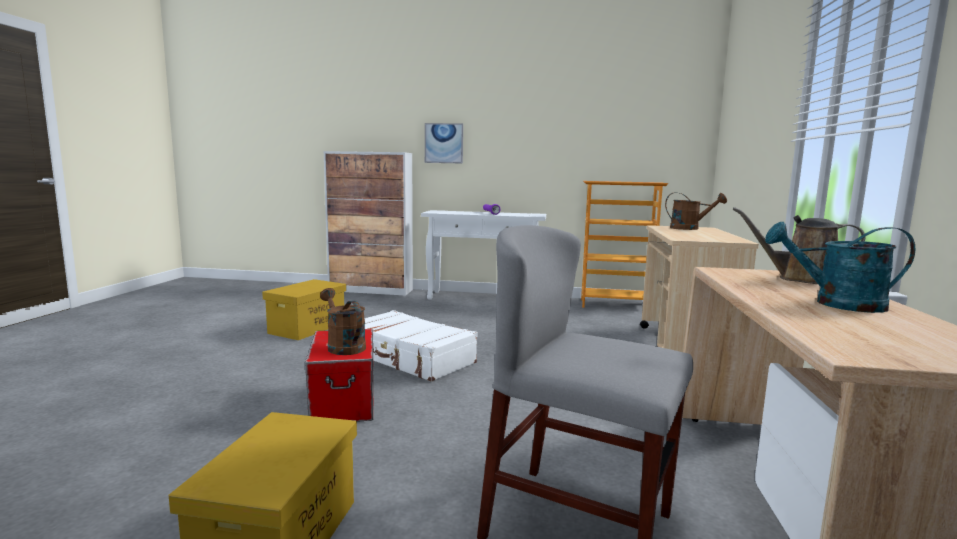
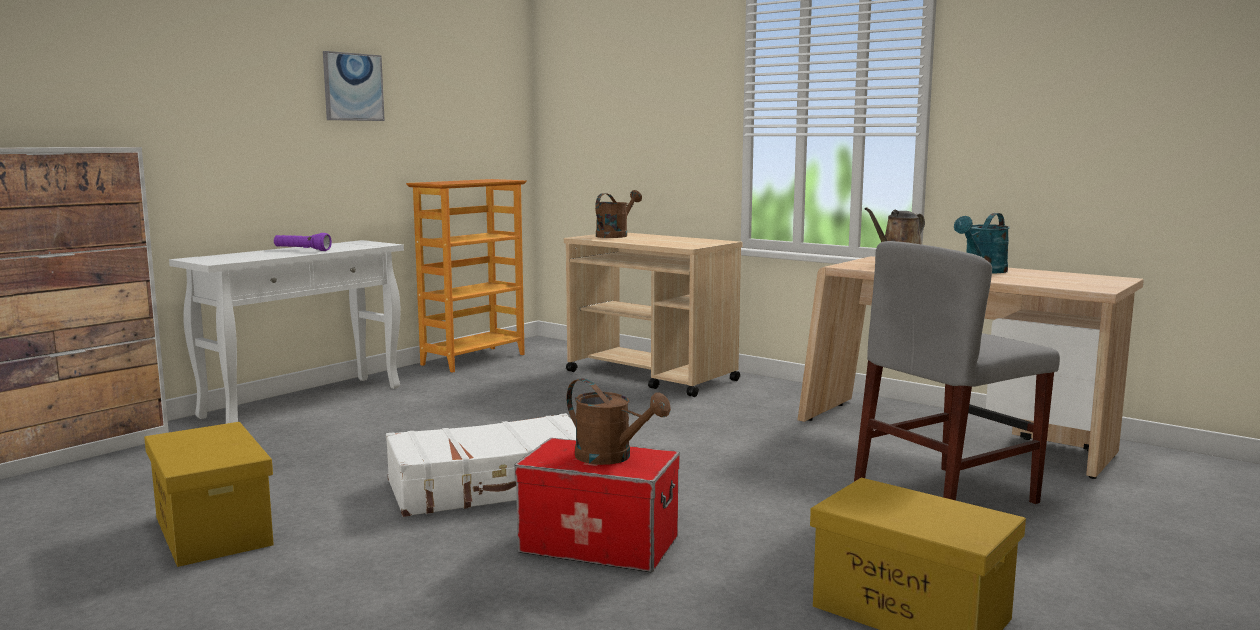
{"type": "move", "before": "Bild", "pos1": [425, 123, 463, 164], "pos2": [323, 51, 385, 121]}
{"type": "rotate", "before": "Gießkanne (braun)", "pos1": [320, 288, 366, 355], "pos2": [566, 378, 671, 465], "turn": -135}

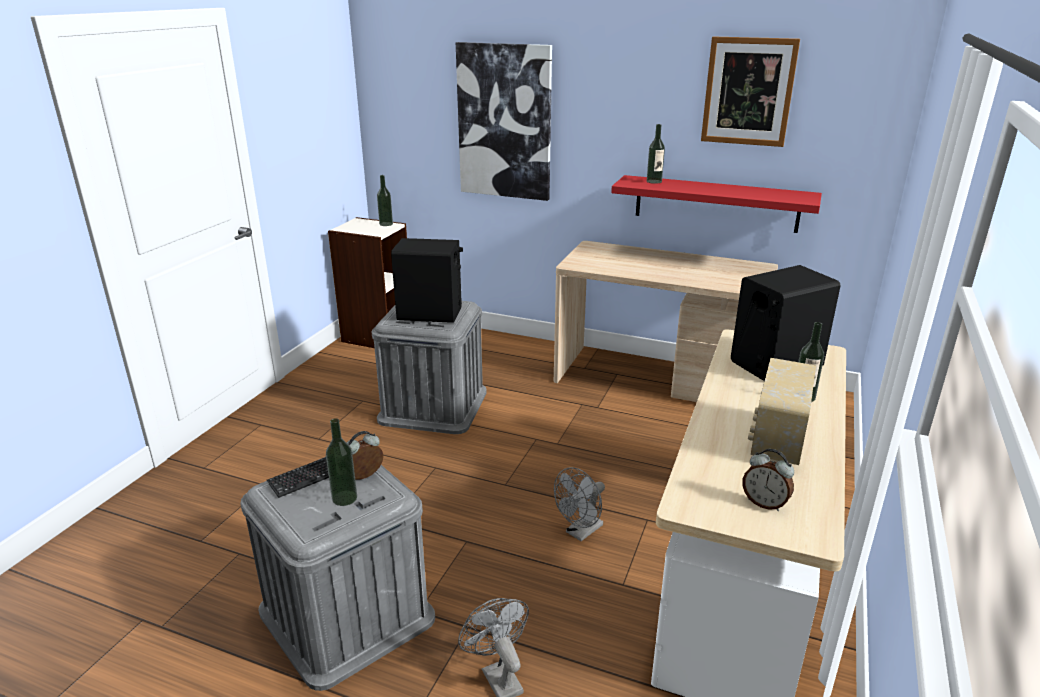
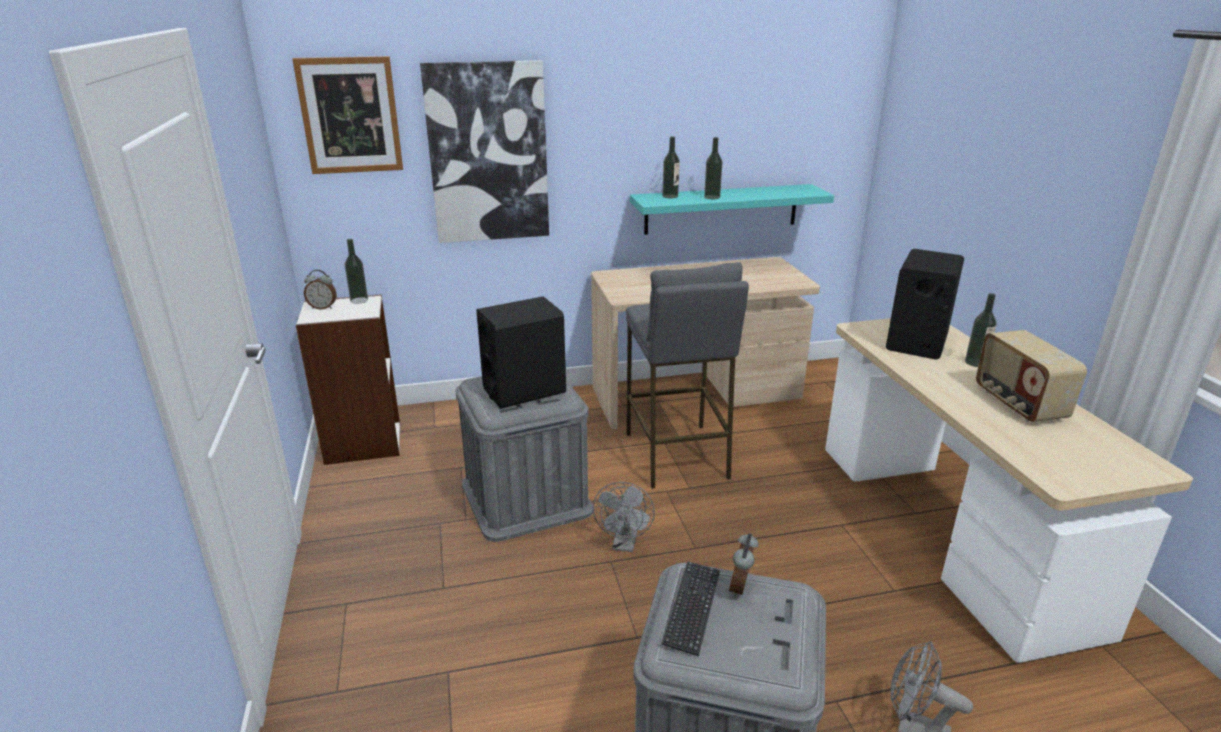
{"type": "move", "before": "Bild", "pos1": [701, 36, 800, 147], "pos2": [292, 56, 403, 174]}
{"type": "move", "before": "Wecker", "pos1": [742, 449, 794, 511], "pos2": [304, 270, 337, 310]}
{"type": "move", "before": "Ventilator (grau)", "pos1": [554, 467, 605, 541], "pos2": [593, 482, 655, 552]}
{"type": "insert", "after": "Hocker (grau)", "pos2": [626, 262, 749, 489]}
{"type": "recolor", "before": "Wandregal (rot)", "after": "Wandregal (türkis)", "pos1": [611, 175, 822, 233], "pos2": [630, 184, 834, 235]}
{"type": "move", "before": "Flasche", "pos1": [326, 418, 357, 506], "pos2": [704, 137, 722, 199]}

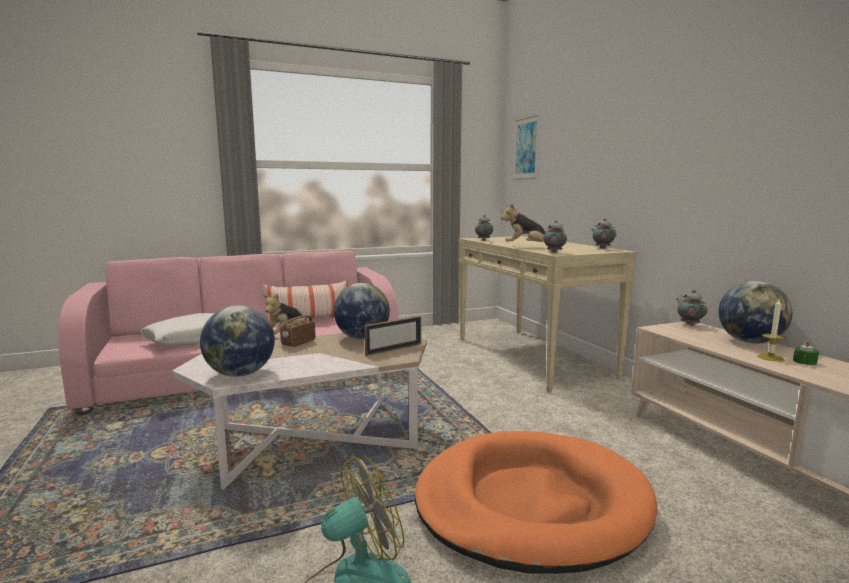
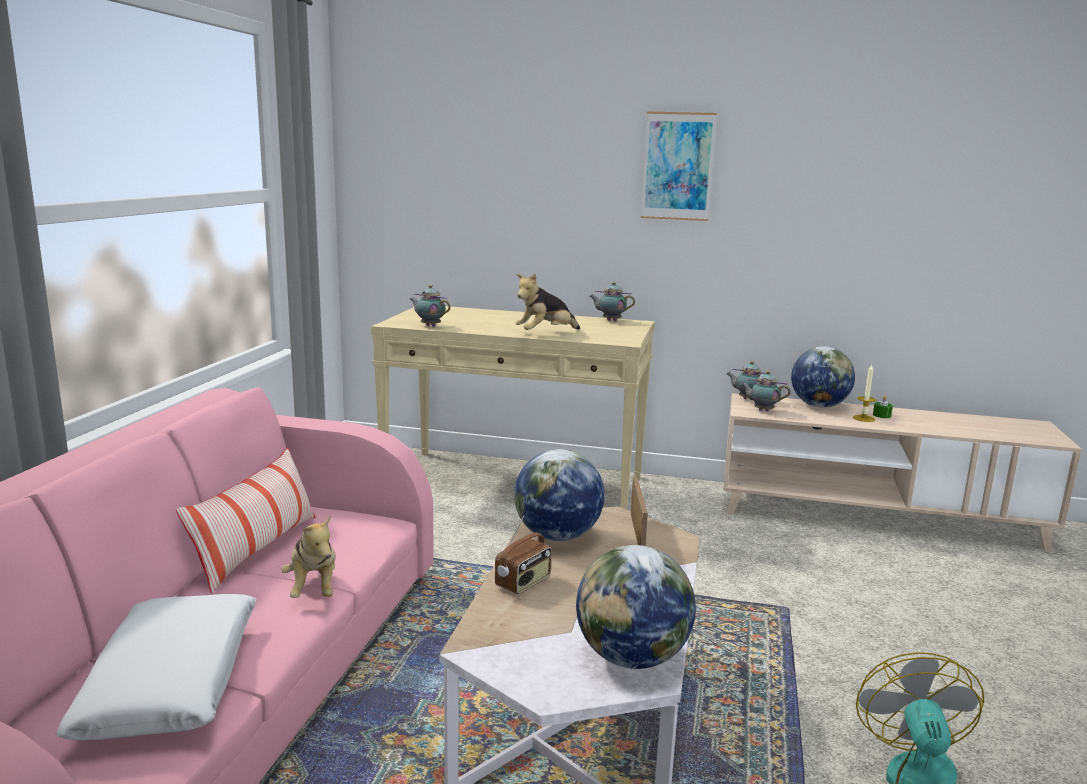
{"type": "rotate", "before": "Radio", "pos1": [280, 308, 316, 347], "pos2": [495, 515, 552, 594], "turn": -120}
{"type": "move", "before": "Bild", "pos1": [513, 115, 539, 180], "pos2": [641, 112, 717, 221]}
{"type": "move", "before": "Teekanne", "pos1": [543, 220, 567, 253], "pos2": [740, 371, 791, 411]}
{"type": "delete", "before": "Hundebett (orange)", "pos1": [415, 431, 657, 574]}

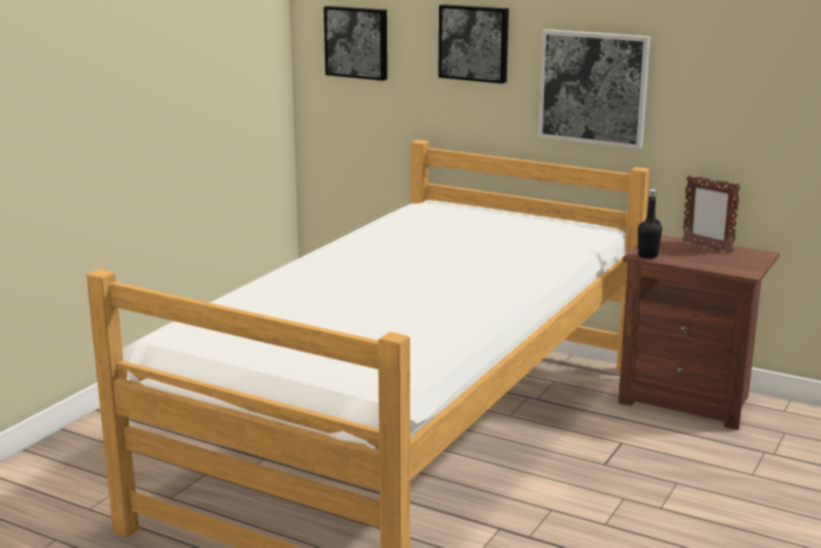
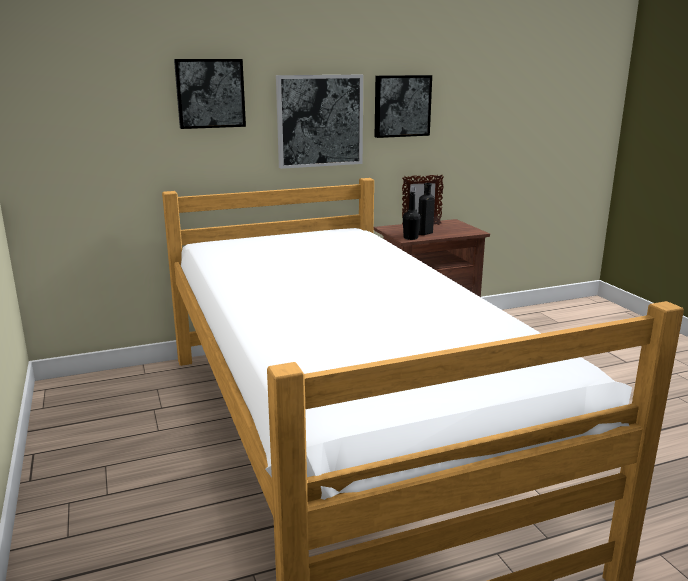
{"type": "move", "before": "Bild", "pos1": [324, 6, 387, 81], "pos2": [375, 75, 432, 138]}
{"type": "insert", "after": "Flasche (schwarz)", "pos2": [418, 183, 435, 235]}

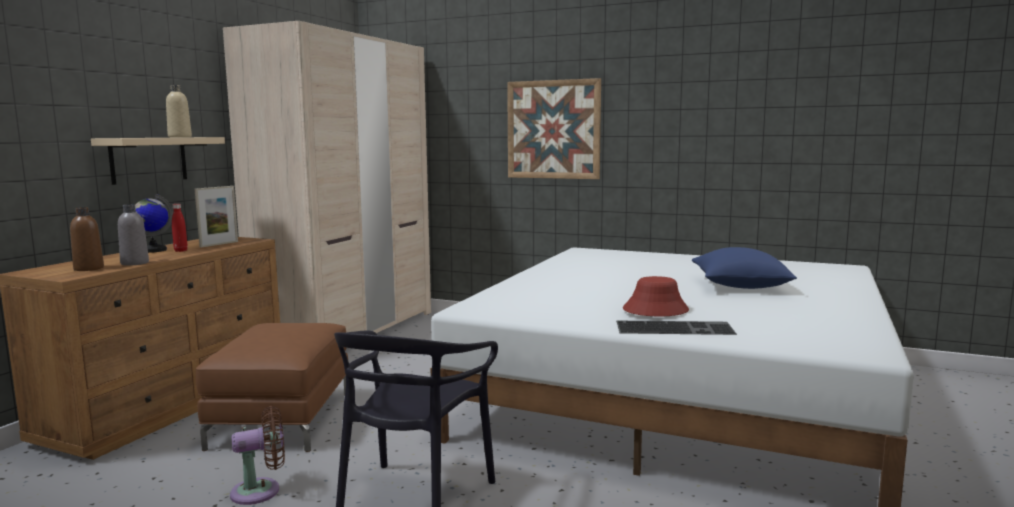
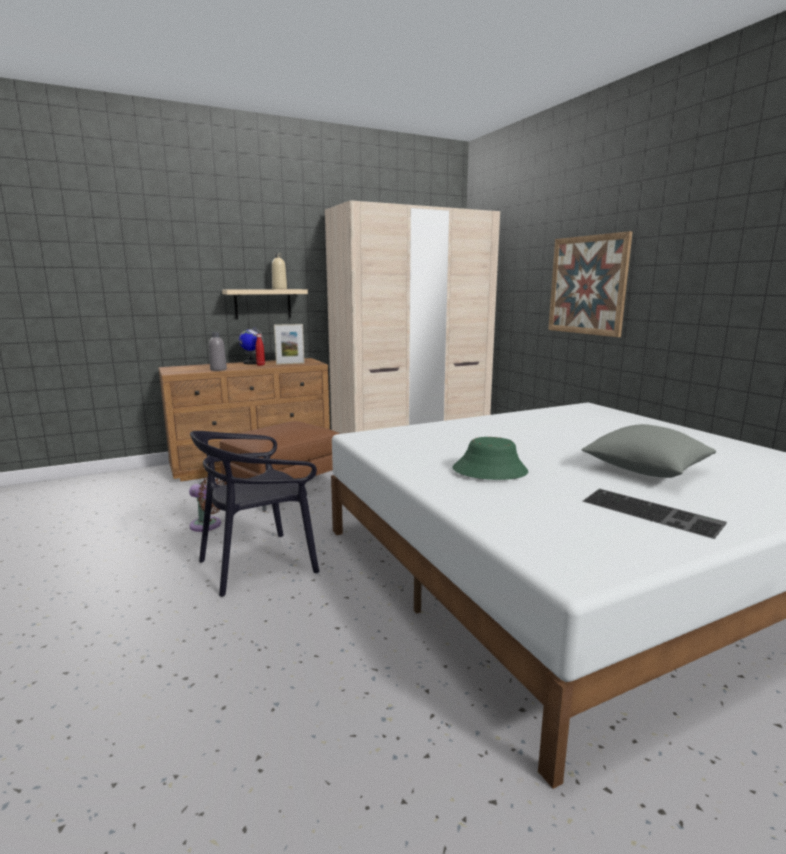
{"type": "recolor", "before": "Hut (rot)", "after": "Hut (grün)", "pos1": [623, 276, 689, 317], "pos2": [453, 437, 528, 480]}
{"type": "recolor", "before": "Kissen (blau)", "after": "Kissen (grau)", "pos1": [692, 247, 797, 289], "pos2": [581, 424, 716, 478]}
{"type": "move", "before": "Tastatur", "pos1": [616, 321, 737, 335], "pos2": [583, 489, 727, 539]}
{"type": "delete", "before": "Flasche (braun)", "pos1": [70, 207, 104, 271]}

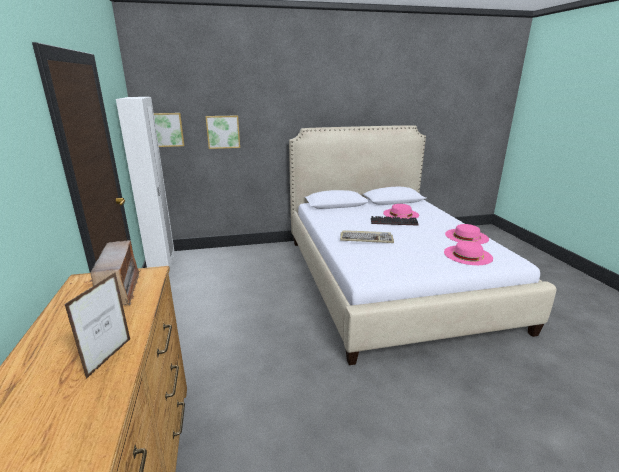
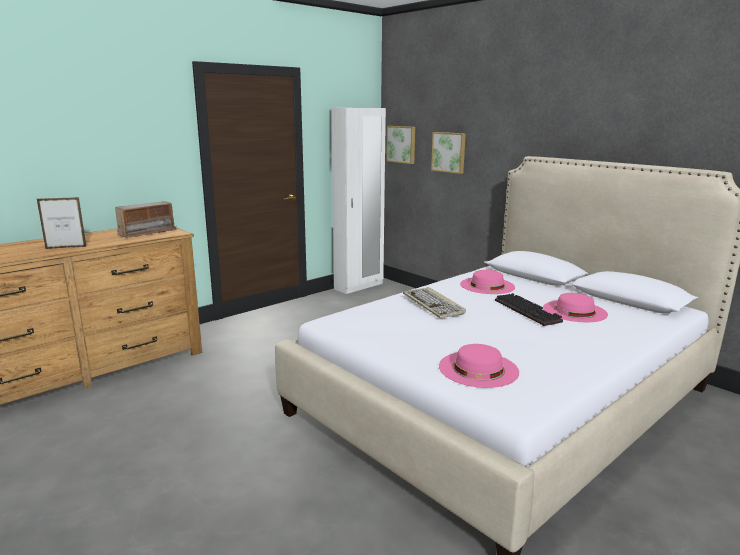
{"type": "move", "before": "Hut (rosa)", "pos1": [445, 224, 489, 244], "pos2": [460, 270, 515, 294]}

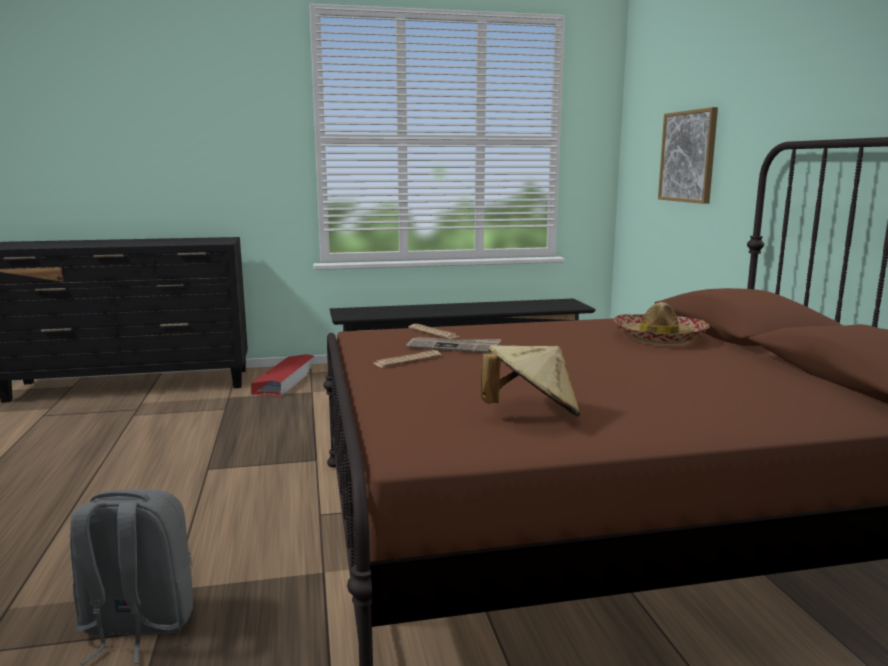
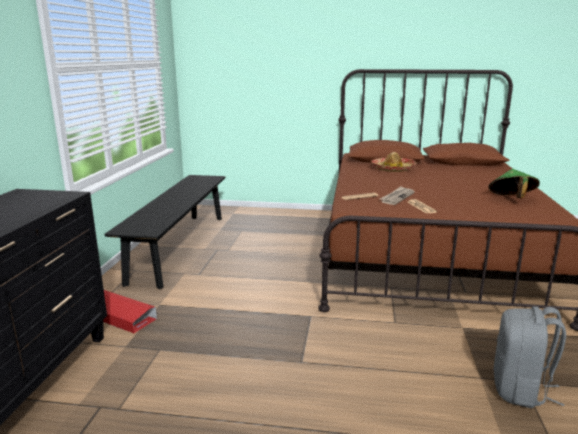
{"type": "recolor", "before": "Hut (beige)", "after": "Hut (grün)", "pos1": [481, 345, 580, 416], "pos2": [488, 169, 540, 198]}
{"type": "delete", "before": "Bild", "pos1": [658, 107, 718, 204]}

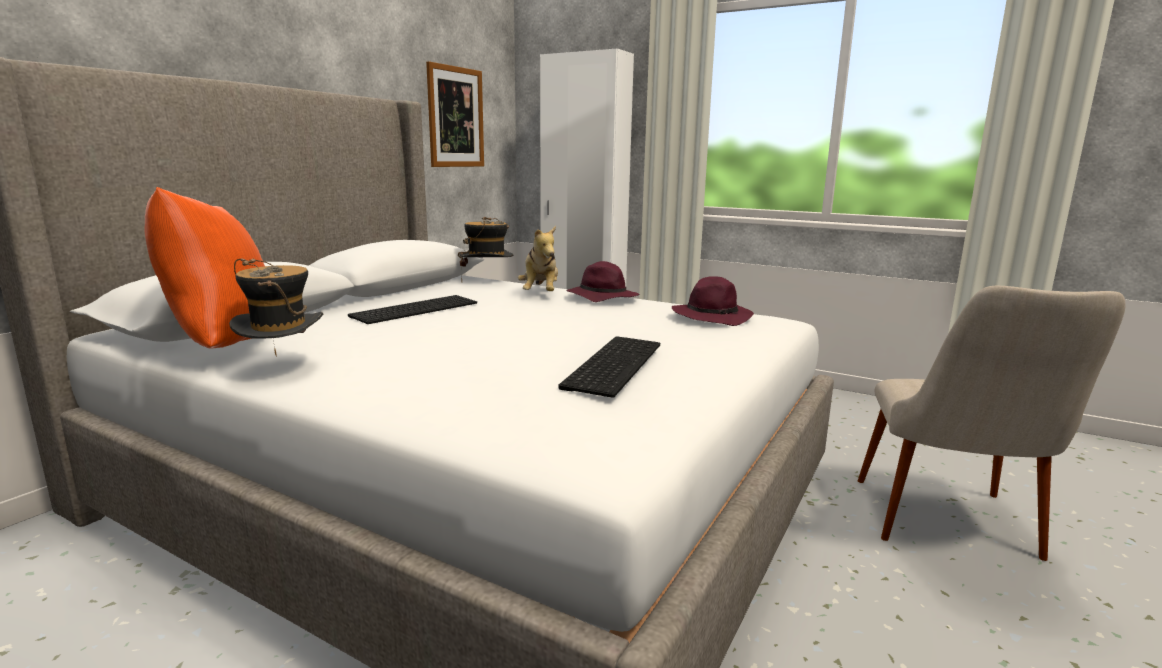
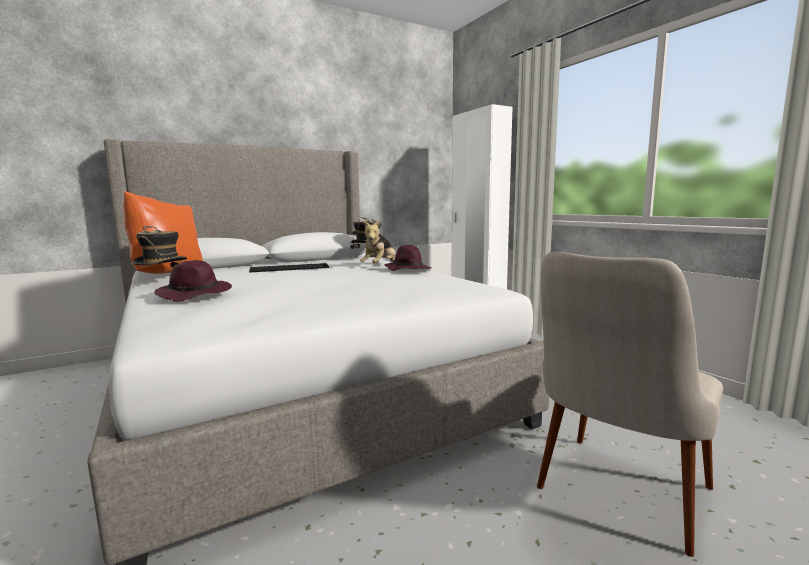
{"type": "move", "before": "Hut (lila)", "pos1": [672, 277, 754, 326], "pos2": [154, 260, 232, 301]}
{"type": "delete", "before": "Bild", "pos1": [426, 61, 484, 167]}
{"type": "delete", "before": "Tastatur", "pos1": [558, 336, 660, 398]}

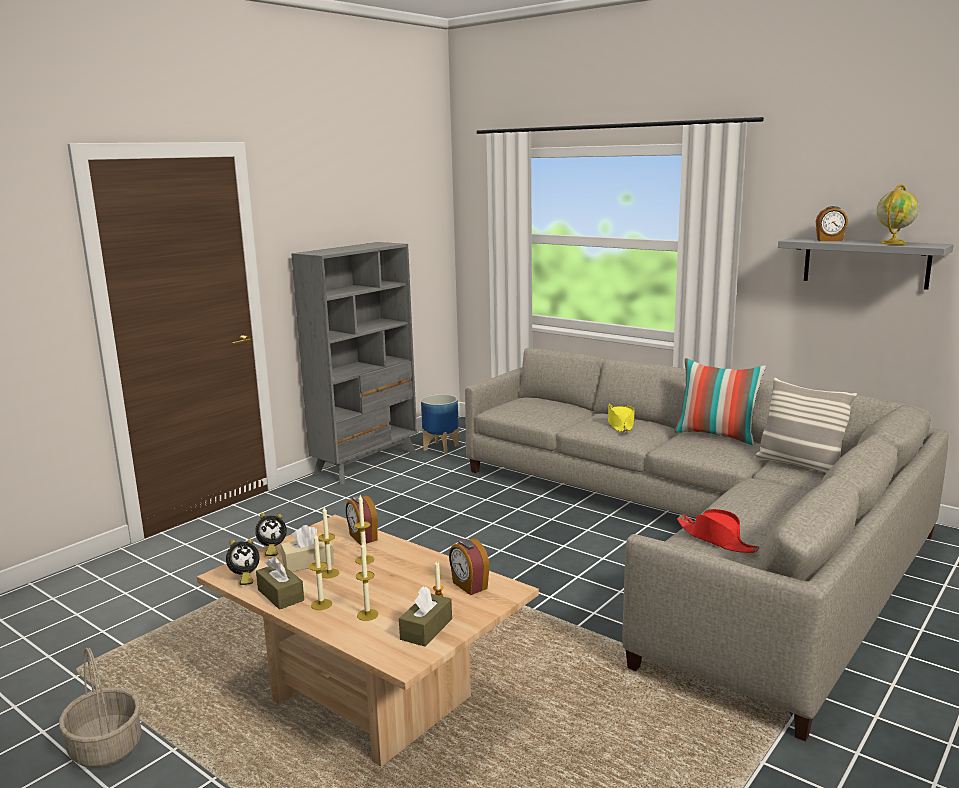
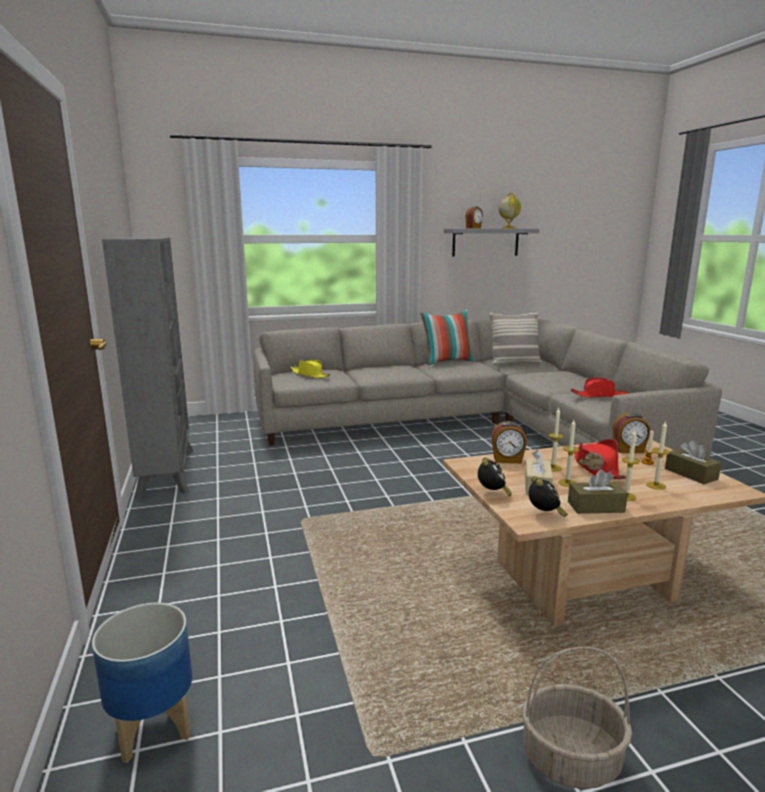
{"type": "move", "before": "Pflanzkübel", "pos1": [421, 394, 459, 454], "pos2": [92, 603, 192, 763]}
{"type": "move", "before": "Hut (gelb)", "pos1": [608, 404, 635, 432], "pos2": [290, 360, 331, 378]}
{"type": "insert", "after": "Hut (rot)", "pos2": [574, 439, 626, 479]}

